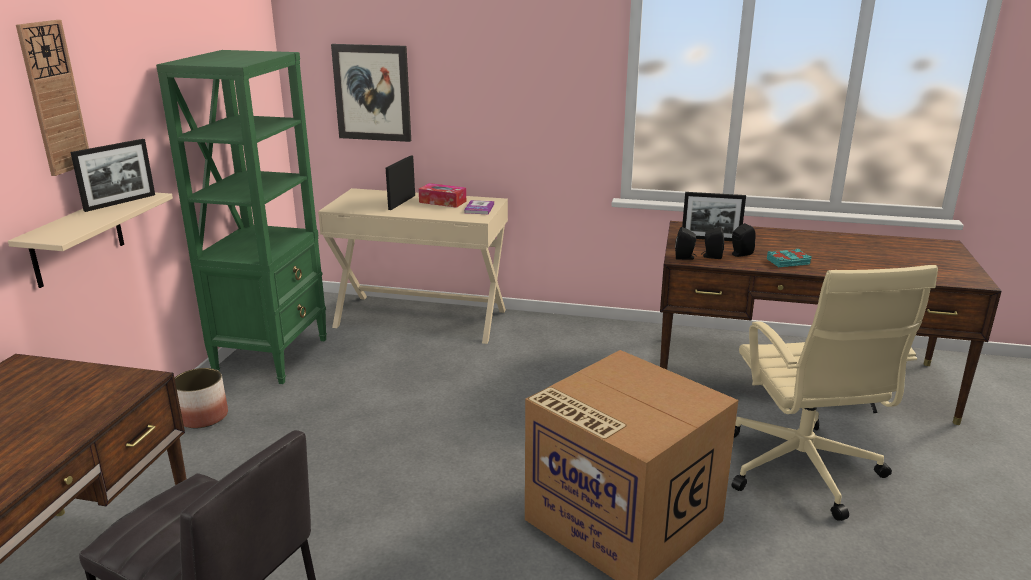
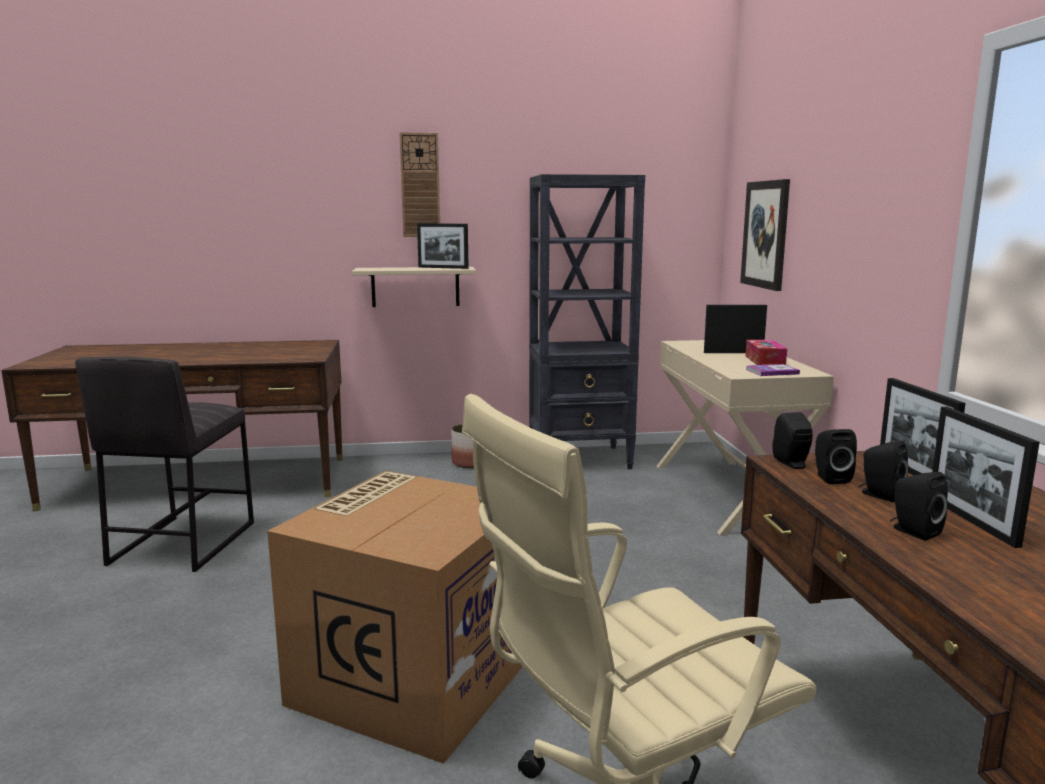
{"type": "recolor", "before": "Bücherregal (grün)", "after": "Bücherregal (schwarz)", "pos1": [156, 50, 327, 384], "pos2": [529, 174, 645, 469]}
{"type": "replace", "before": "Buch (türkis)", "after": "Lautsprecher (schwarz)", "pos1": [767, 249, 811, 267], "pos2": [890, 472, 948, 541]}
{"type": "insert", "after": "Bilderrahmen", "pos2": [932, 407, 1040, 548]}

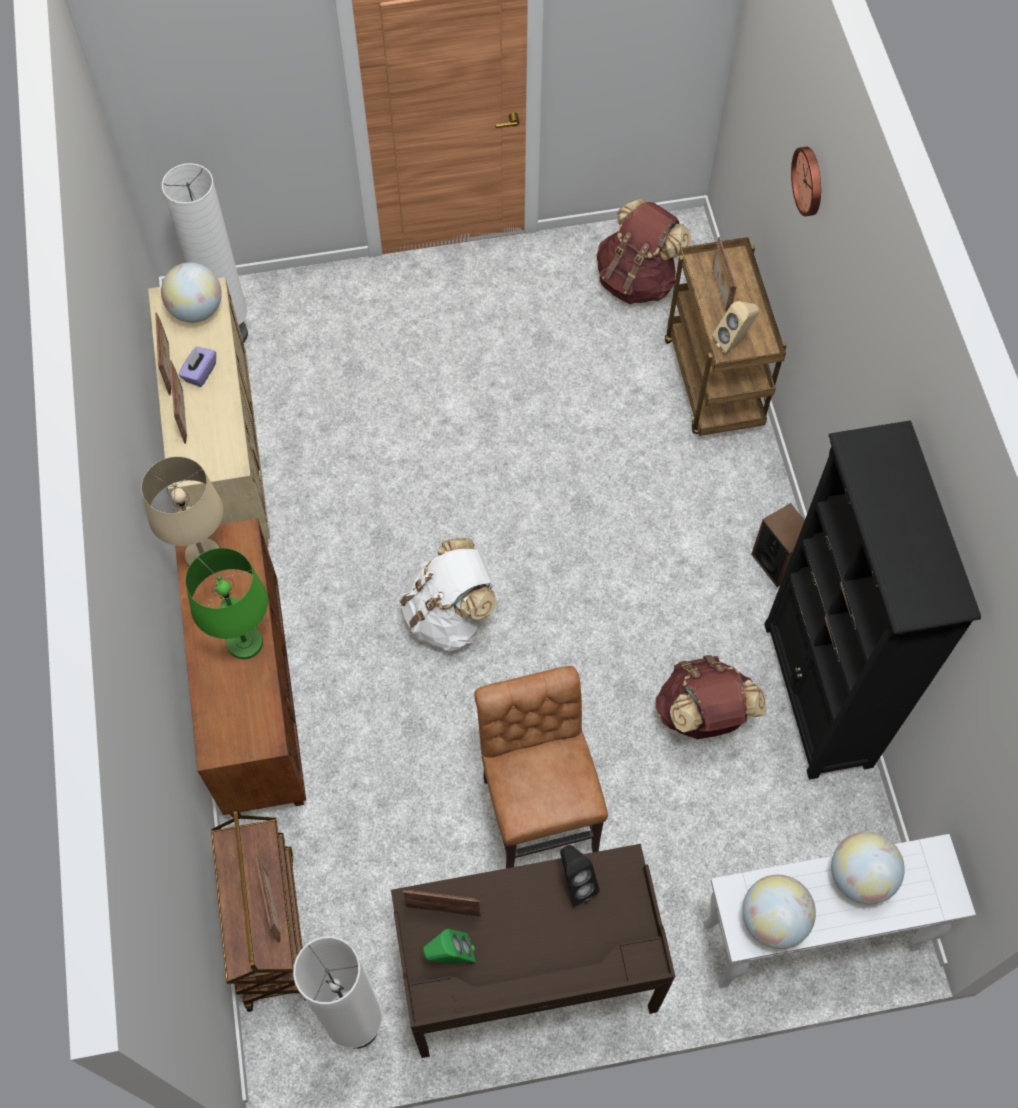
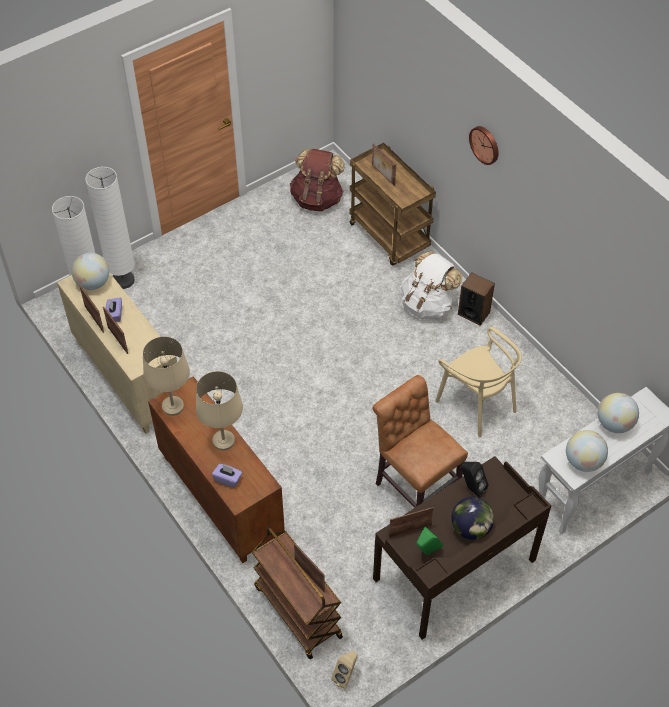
{"type": "move", "before": "Stehlampe (weiß)", "pos1": [293, 936, 382, 1049], "pos2": [85, 167, 135, 289]}
{"type": "recolor", "before": "Tischlampe (grün)", "after": "Tischlampe (beige)", "pos1": [185, 548, 268, 659], "pos2": [196, 371, 243, 451]}
{"type": "insert", "after": "Taschentuchbox (lila)", "pos2": [212, 464, 242, 488]}
{"type": "move", "before": "Lautsprecher (beige)", "pos1": [712, 301, 759, 354], "pos2": [331, 651, 358, 689]}
{"type": "move", "before": "Rucksack (weiß)", "pos1": [399, 538, 497, 652], "pos2": [401, 251, 462, 319]}
{"type": "replace", "before": "Rucksack (braun)", "after": "Stuhl (beige)", "pos1": [655, 655, 766, 739], "pos2": [435, 327, 522, 437]}
{"type": "insert", "after": "Globus", "pos2": [451, 497, 494, 540]}
{"type": "move", "before": "Wanduhr", "pos1": [791, 147, 821, 216], "pos2": [469, 126, 499, 165]}
{"type": "delete", "before": "Bücherregal (schwarz)", "pos1": [764, 421, 981, 780]}

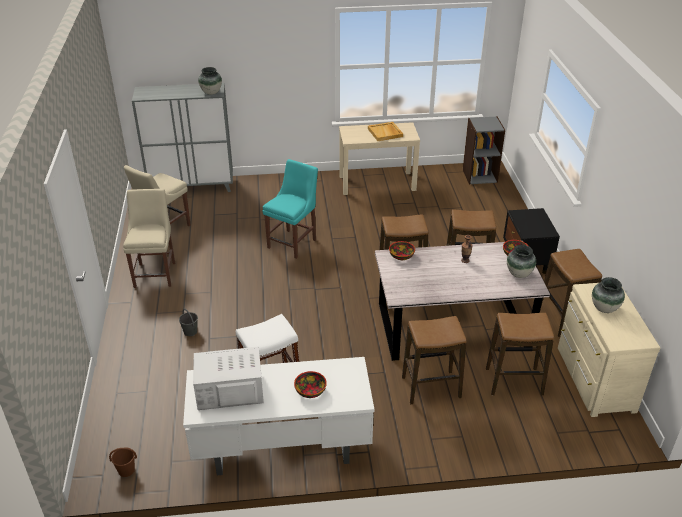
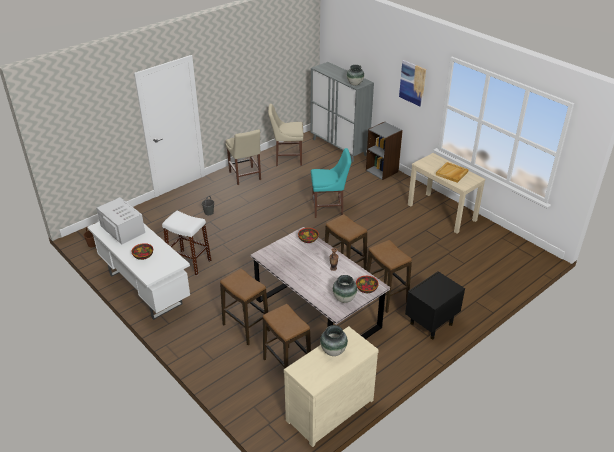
{"type": "rotate", "before": "Stuhl (beige)", "pos1": [123, 189, 175, 288], "pos2": [226, 129, 261, 185], "turn": 105}
{"type": "move", "before": "Bücherregal (grau)", "pos1": [463, 116, 505, 184], "pos2": [366, 122, 403, 180]}
{"type": "insert", "after": "Bild", "pos2": [399, 60, 426, 107]}
{"type": "delete", "before": "Hocker", "pos1": [541, 249, 602, 337]}

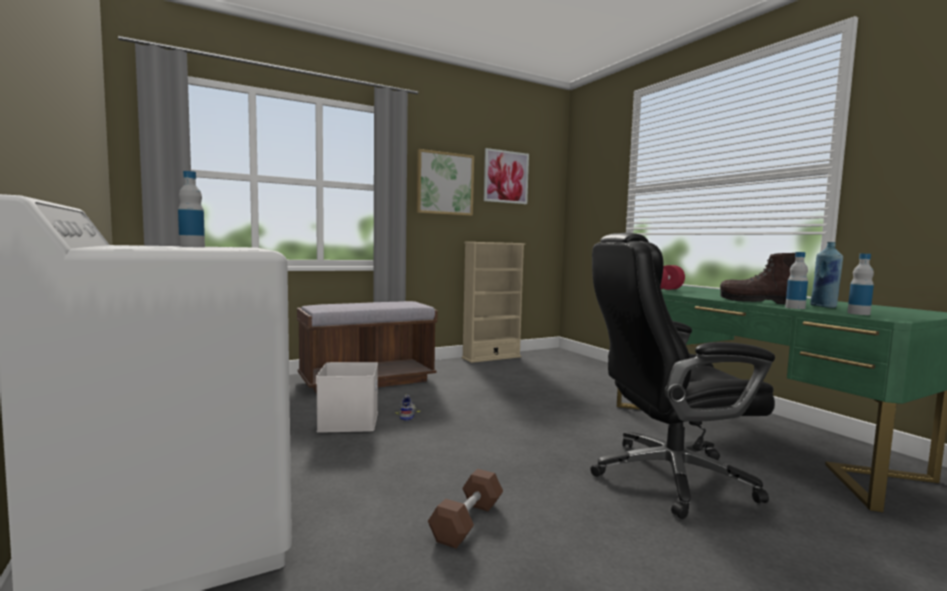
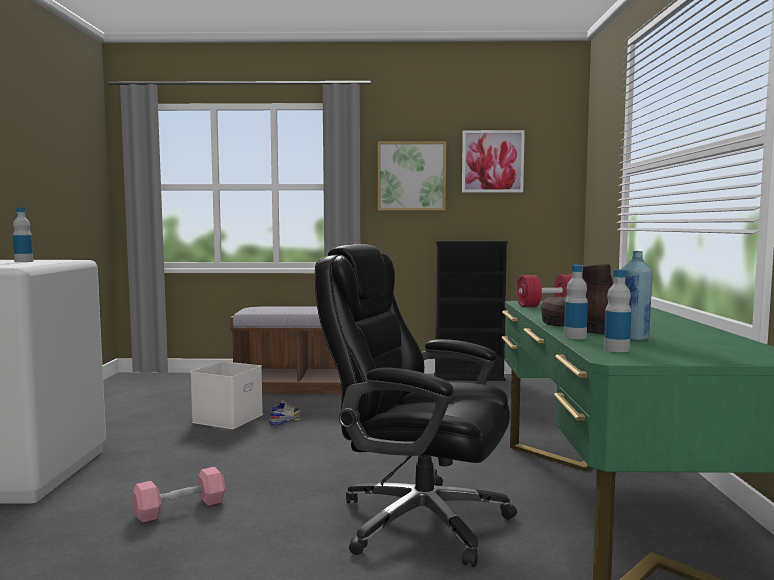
{"type": "recolor", "before": "Hantel (braun)", "after": "Hantel (rosa)", "pos1": [428, 469, 503, 548], "pos2": [132, 467, 226, 523]}
{"type": "recolor", "before": "Bücherregal (beige)", "after": "Bücherregal (schwarz)", "pos1": [462, 242, 525, 363], "pos2": [434, 241, 508, 381]}

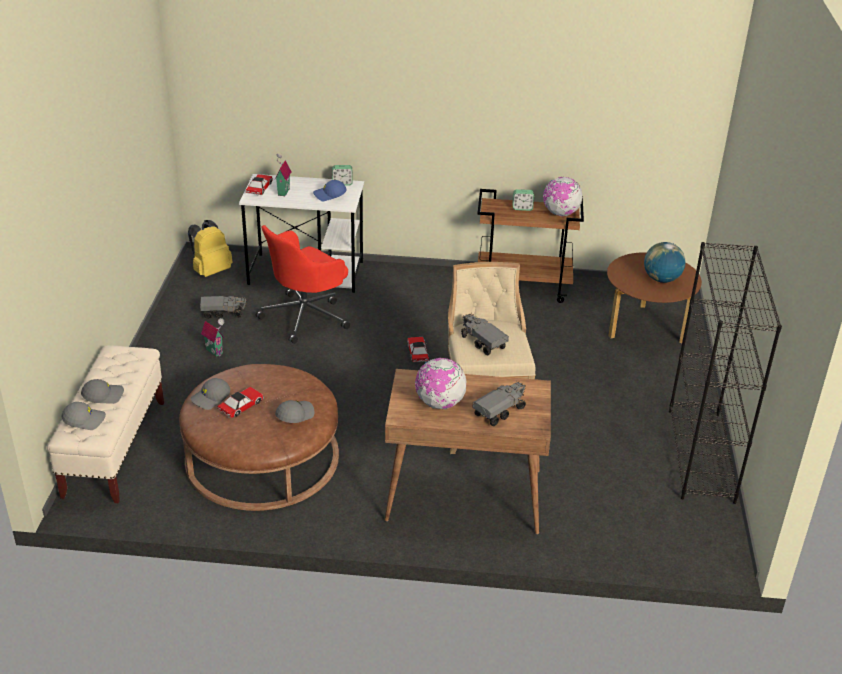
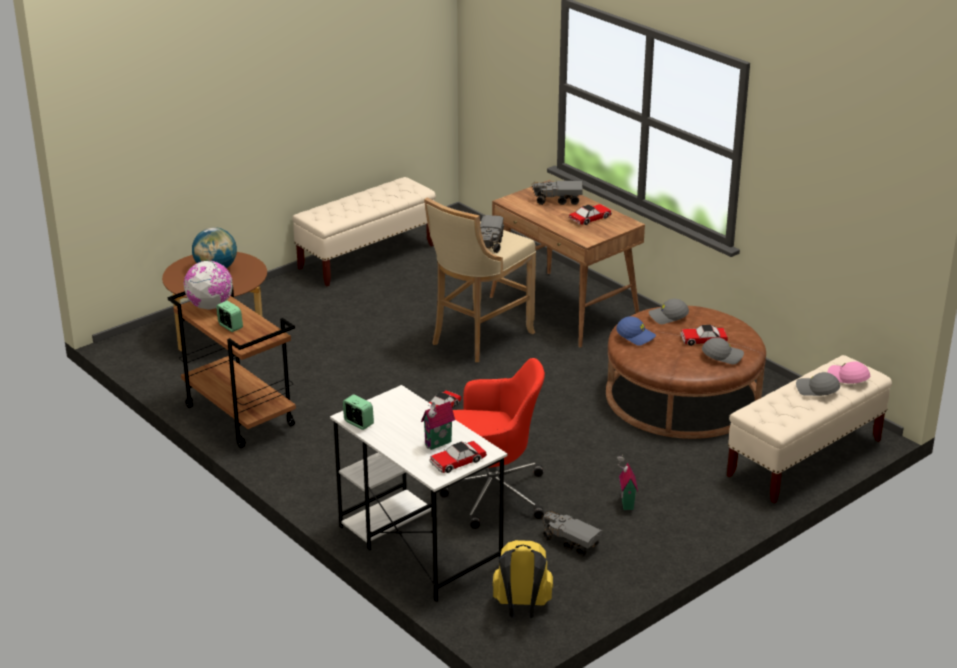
{"type": "replace", "before": "Bücherregal (schwarz)", "after": "Bank (beige)", "pos1": [669, 242, 782, 504], "pos2": [292, 177, 436, 286]}
{"type": "replace", "before": "Globus", "after": "Spielzeugauto", "pos1": [415, 358, 466, 409], "pos2": [569, 204, 612, 225]}
{"type": "move", "before": "Kappe (blau)", "pos1": [313, 180, 346, 201], "pos2": [616, 316, 656, 346]}
{"type": "recolor", "before": "Kappe (grau)", "after": "Kappe (rosa)", "pos1": [61, 402, 106, 430], "pos2": [828, 362, 870, 384]}

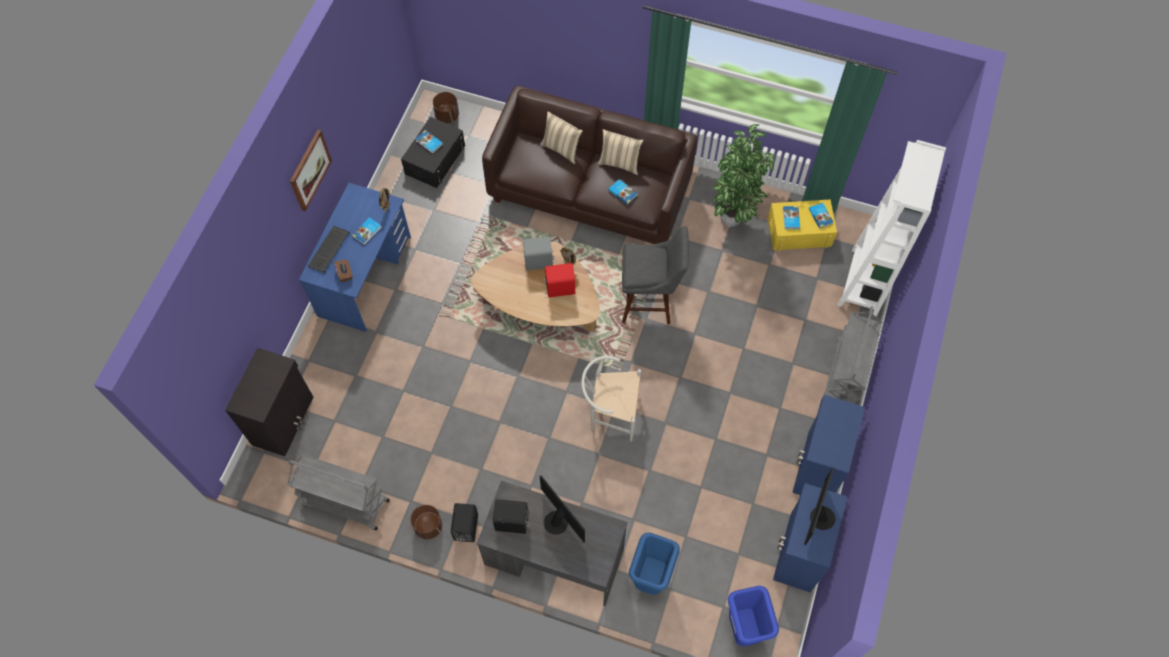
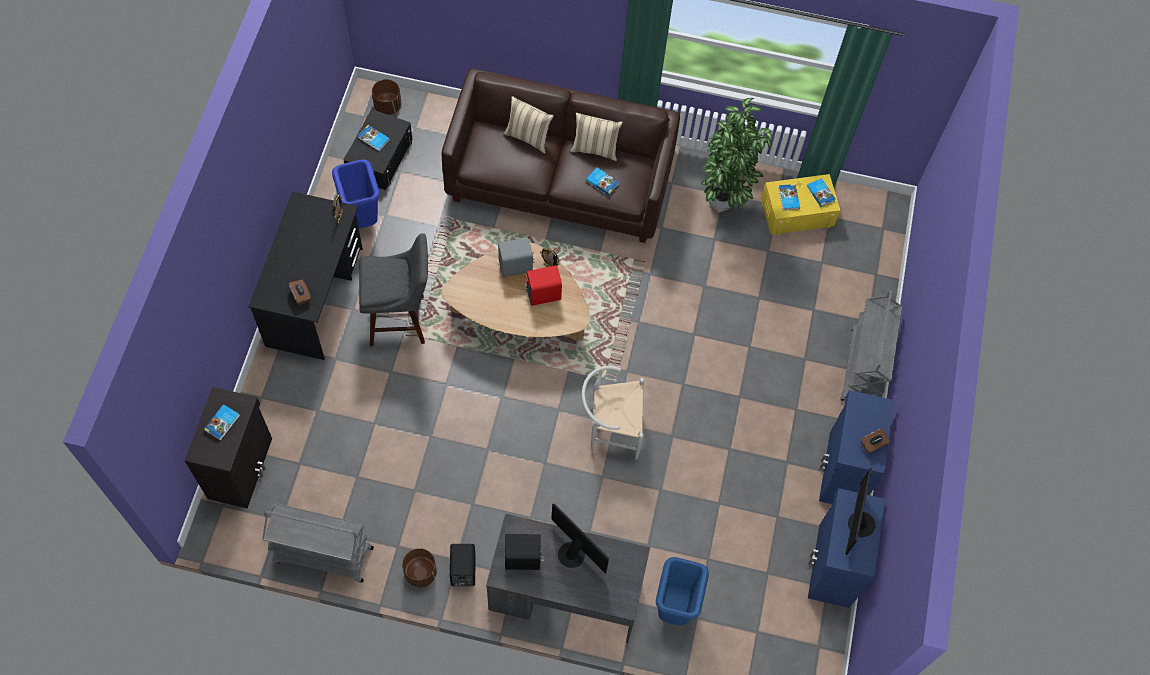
{"type": "move", "before": "Buch", "pos1": [352, 217, 382, 245], "pos2": [204, 404, 240, 441]}
{"type": "recolor", "before": "Schreibtisch (blau)", "after": "Schreibtisch (schwarz)", "pos1": [299, 183, 411, 332], "pos2": [248, 191, 363, 360]}
{"type": "move", "before": "Mülleimer (blau)", "pos1": [728, 586, 779, 646], "pos2": [332, 159, 380, 228]}
{"type": "move", "before": "Hocker (grau)", "pos1": [622, 226, 689, 324], "pos2": [359, 233, 428, 346]}
{"type": "insert", "after": "Taschentuchbox (braun)", "pos2": [861, 428, 890, 453]}
{"type": "delete", "before": "Bild", "pos1": [290, 130, 332, 211]}
{"type": "delete", "before": "Tastatur", "pos1": [308, 226, 350, 273]}
{"type": "delete", "before": "Bücherregal (weiß)", "pos1": [837, 140, 946, 316]}

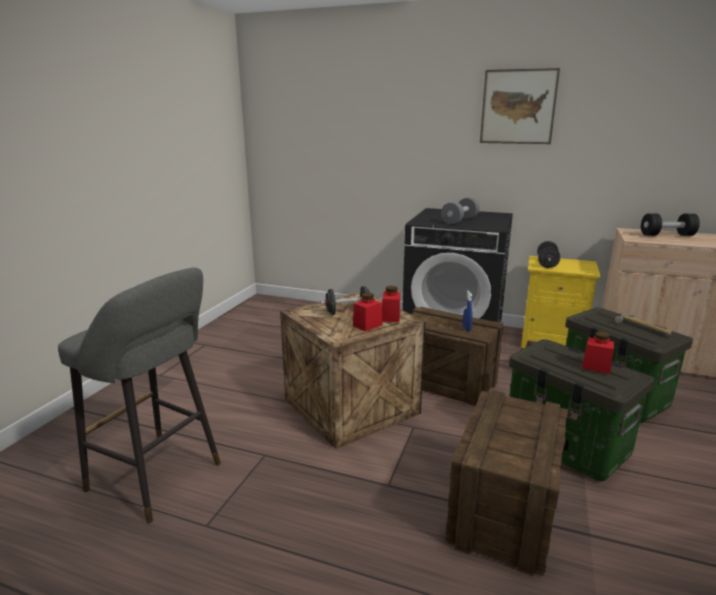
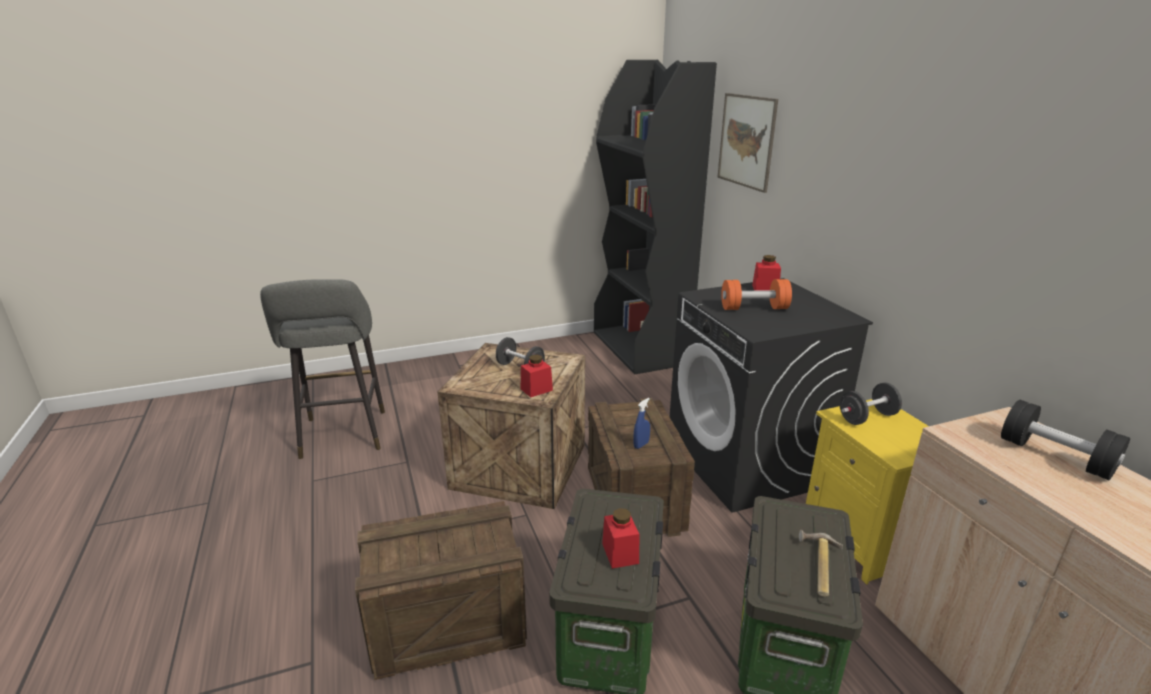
{"type": "insert", "after": "Bücherregal (schwarz)", "pos2": [594, 60, 717, 374]}
{"type": "move", "before": "Bild", "pos1": [480, 68, 560, 144], "pos2": [717, 93, 778, 193]}
{"type": "recolor", "before": "Hantel (grau)", "after": "Hantel (orange)", "pos1": [441, 197, 479, 224], "pos2": [721, 279, 792, 310]}
{"type": "move", "before": "Vorratsglas (rot)", "pos1": [353, 293, 382, 332], "pos2": [752, 255, 781, 291]}

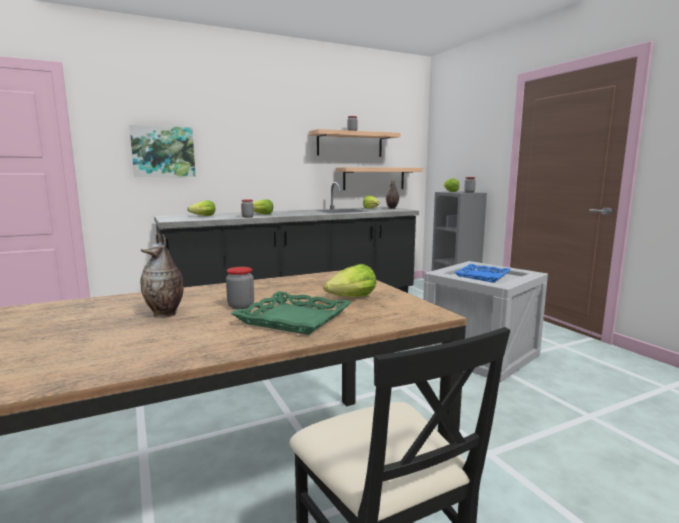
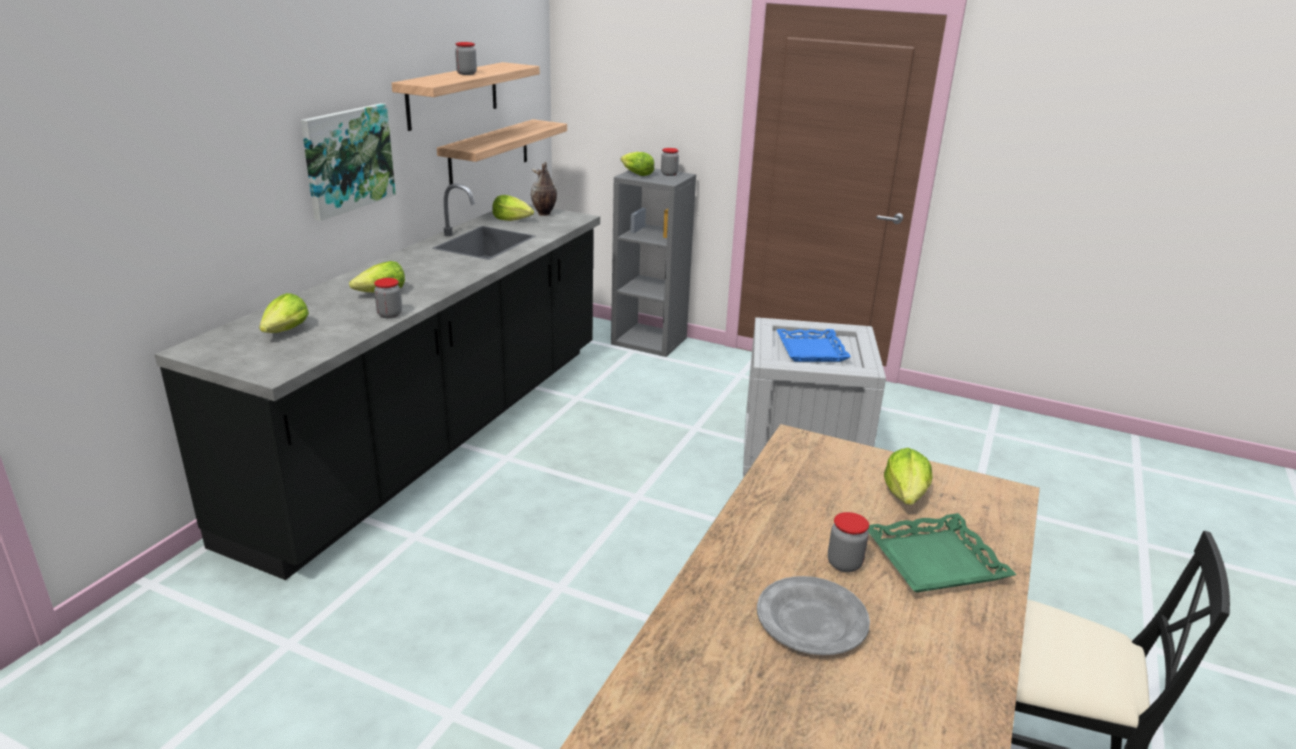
{"type": "move", "before": "Bild", "pos1": [129, 125, 196, 177], "pos2": [301, 103, 396, 221]}
{"type": "replace", "before": "Vase", "after": "Teller (grau)", "pos1": [140, 233, 184, 318], "pos2": [757, 576, 870, 655]}

